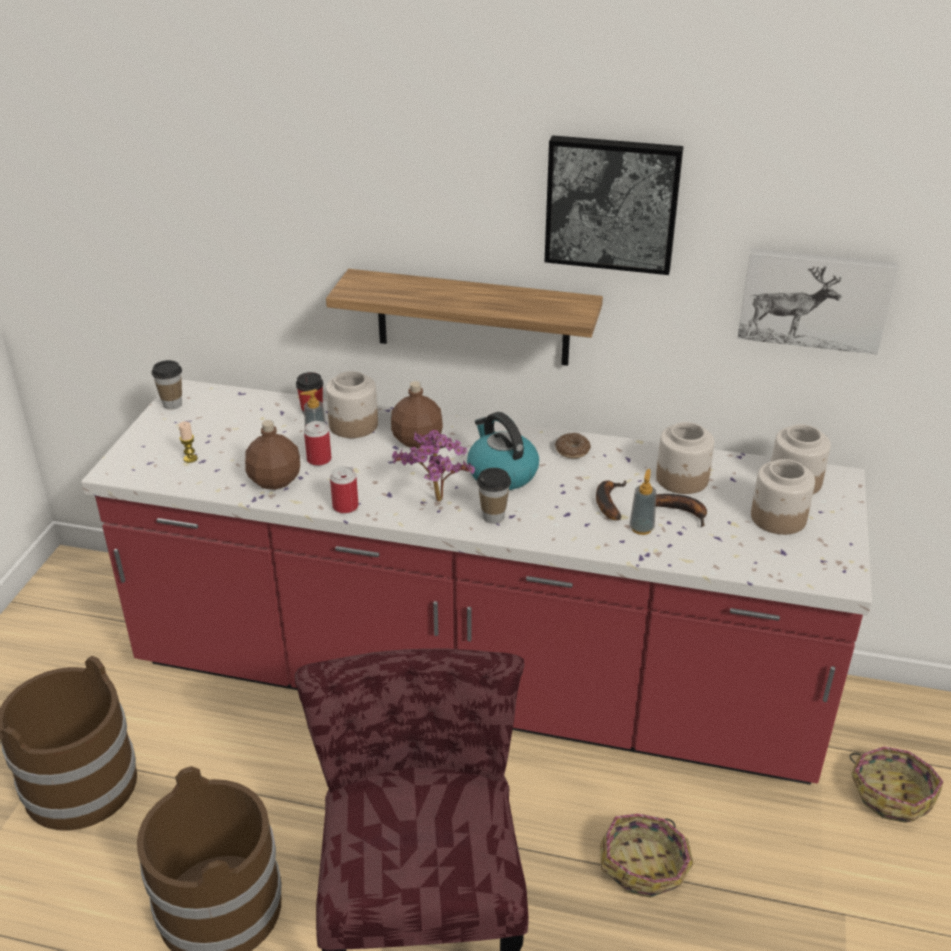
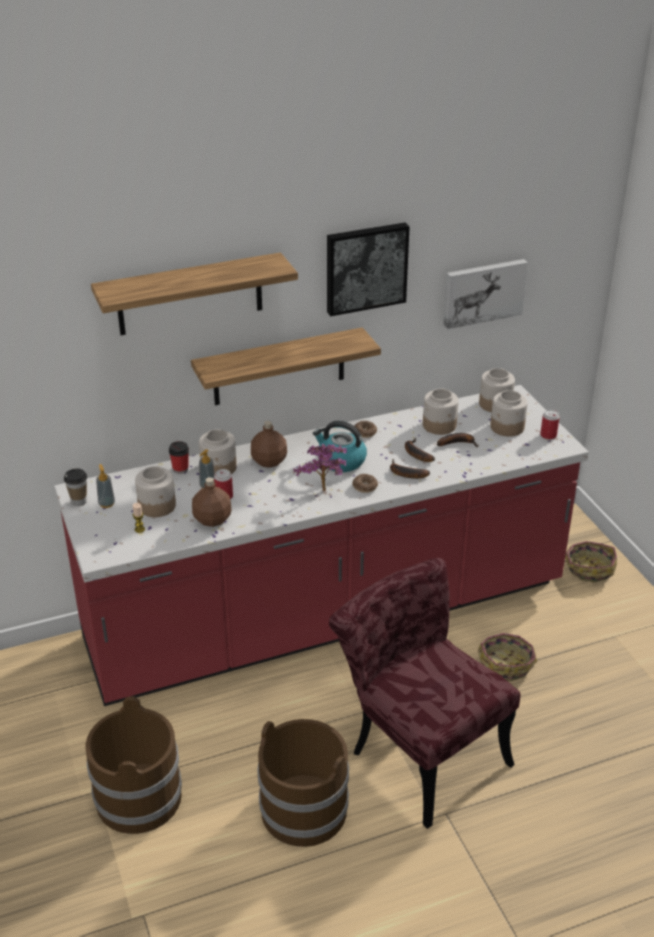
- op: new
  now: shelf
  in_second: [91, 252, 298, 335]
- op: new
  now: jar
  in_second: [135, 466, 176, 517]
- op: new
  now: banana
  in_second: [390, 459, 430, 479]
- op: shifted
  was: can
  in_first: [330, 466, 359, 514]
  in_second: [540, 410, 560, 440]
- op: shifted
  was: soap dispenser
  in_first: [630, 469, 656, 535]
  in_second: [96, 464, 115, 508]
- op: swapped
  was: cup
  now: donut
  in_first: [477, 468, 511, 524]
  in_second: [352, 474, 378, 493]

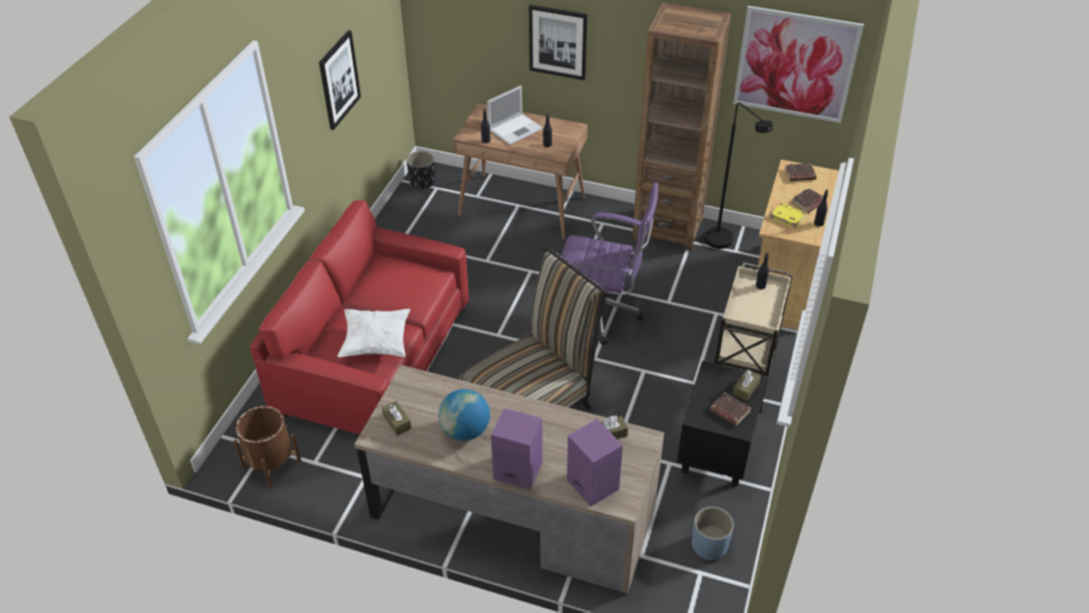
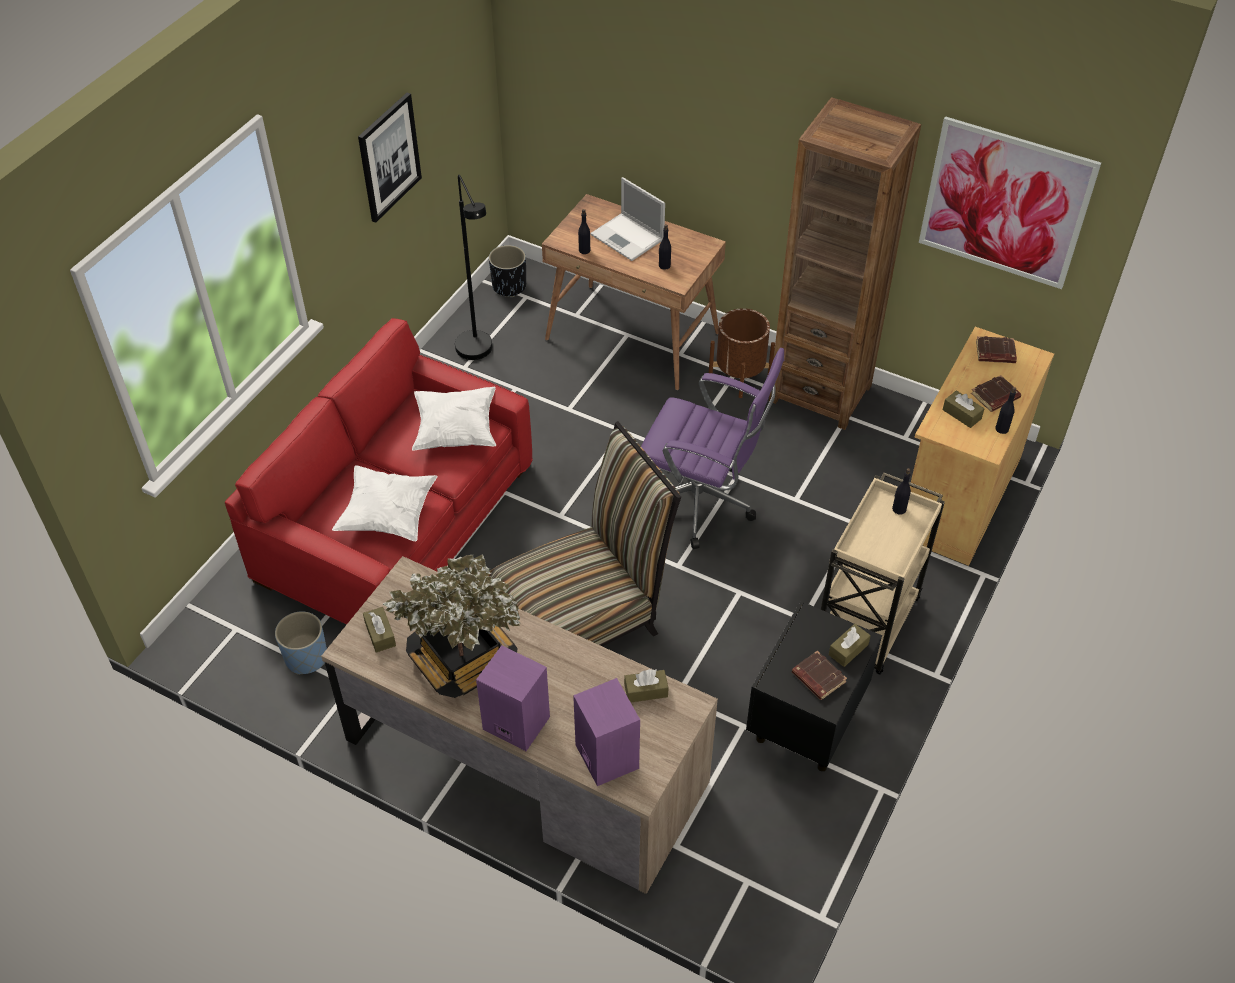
- op: gone
  was: picture
  in_first: [529, 5, 588, 80]
- op: new
  now: white pillow
  in_second: [412, 387, 496, 451]
- op: shifted
  was: brown planter
  in_first: [233, 406, 301, 488]
  in_second: [709, 308, 775, 398]
- op: shifted
  was: blue planter
  in_first: [692, 507, 734, 561]
  in_second: [275, 611, 327, 675]
- op: shifted
  was: black floor lamp
  in_first: [705, 103, 773, 249]
  in_second: [455, 175, 492, 360]
- op: swapped
  was: globe
  now: potted plant
  in_first: [438, 389, 490, 441]
  in_second: [382, 554, 520, 698]
- op: swapped
  was: yellow book
  now: brown tissue box
  in_first: [770, 203, 806, 228]
  in_second: [943, 390, 985, 428]
- op: rotated
  was: laptop
  in_first: [487, 86, 543, 145]
  in_second: [590, 177, 665, 261]
  clockwise: 75

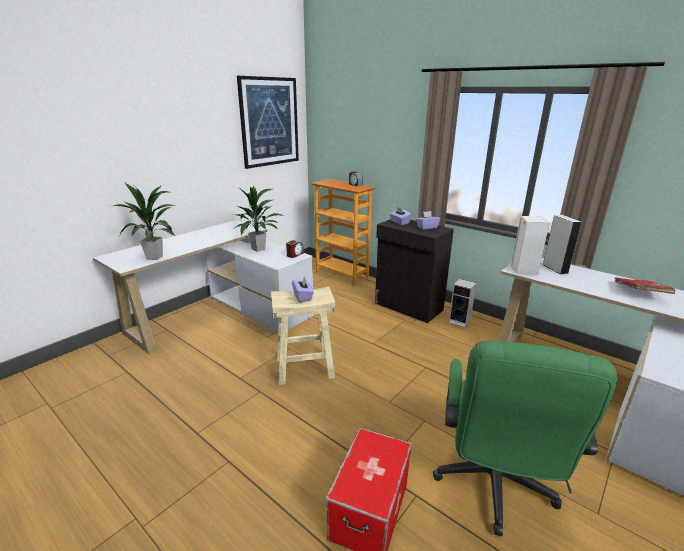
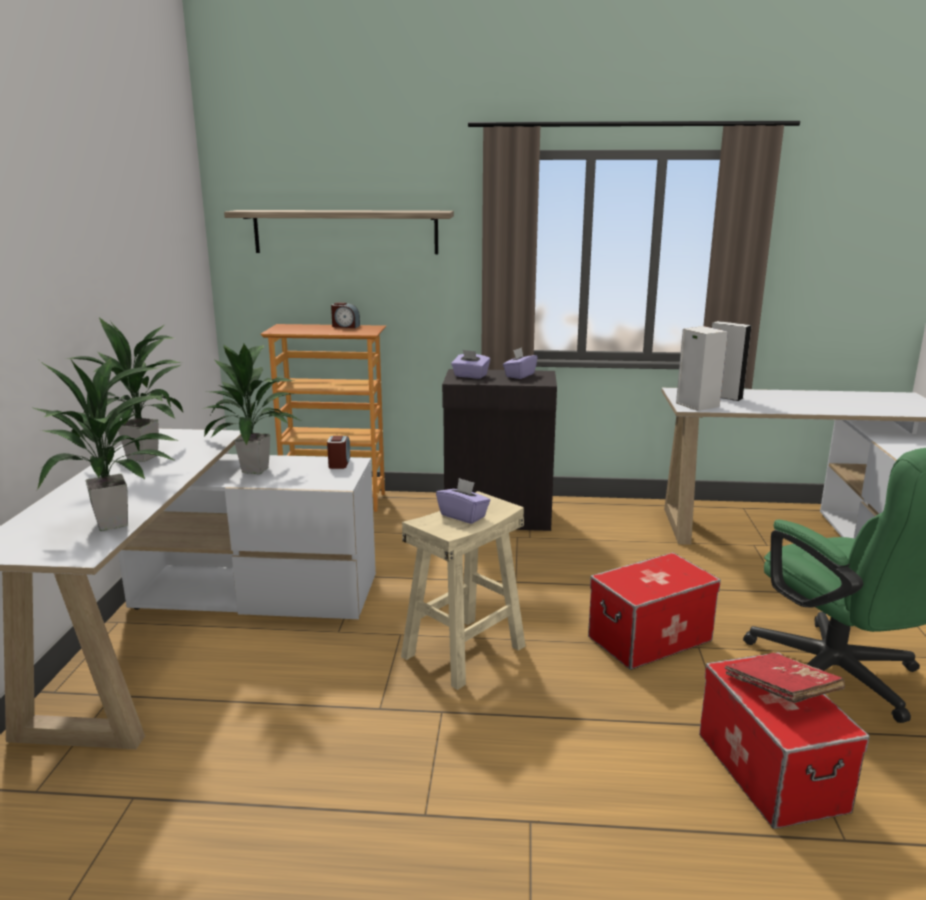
- op: gone
  was: picture
  in_first: [237, 76, 299, 169]
- op: gone
  was: speaker
  in_first: [448, 279, 476, 328]
- op: new
  now: potted plant
  in_second: [67, 317, 184, 462]
- op: new
  now: shelf
  in_second: [224, 210, 454, 254]
- op: new
  now: storage box
  in_second: [588, 553, 721, 670]
- op: shifted
  was: red book
  in_first: [615, 277, 675, 294]
  in_second: [725, 653, 845, 703]

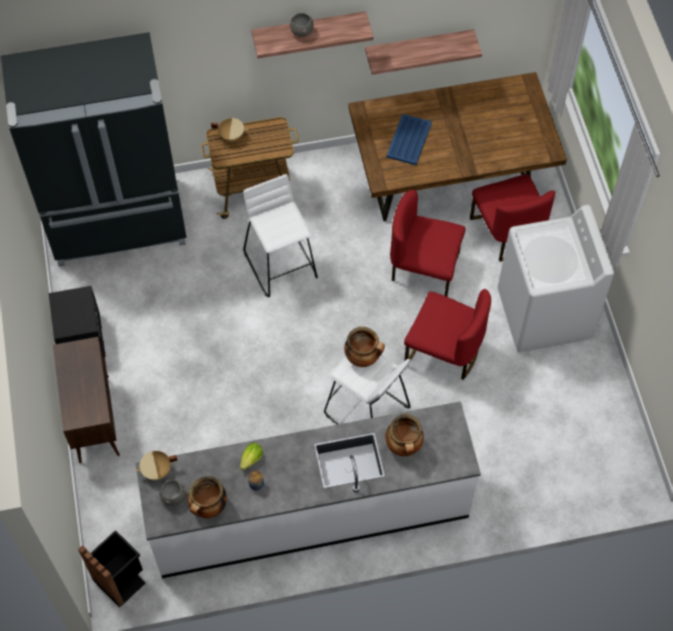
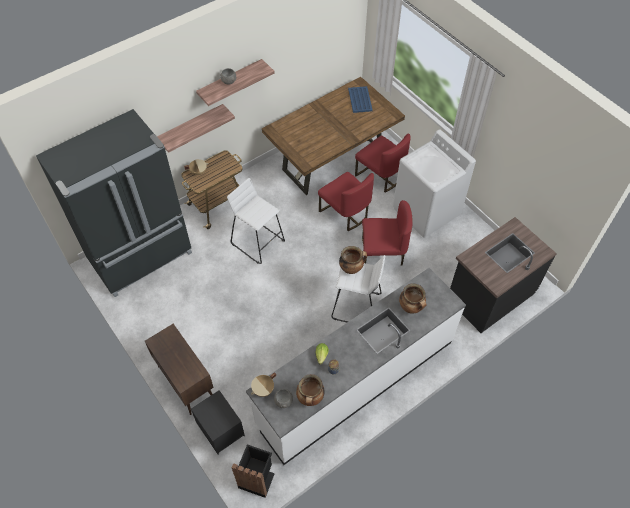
- op: new
  now: black counter
  in_second: [450, 217, 557, 333]
- op: shifted
  was: black nightstand
  in_first: [49, 286, 106, 357]
  in_second: [191, 390, 245, 454]
- op: shifted
  was: shelf
  in_first: [365, 29, 482, 75]
  in_second: [157, 104, 235, 153]
- op: shifted
  was: blue tray
  in_first: [386, 114, 432, 165]
  in_second: [348, 86, 373, 113]
- op: rotated
  was: red chair
  in_first: [390, 190, 465, 297]
  in_second: [318, 172, 374, 231]
  clockwise: -120

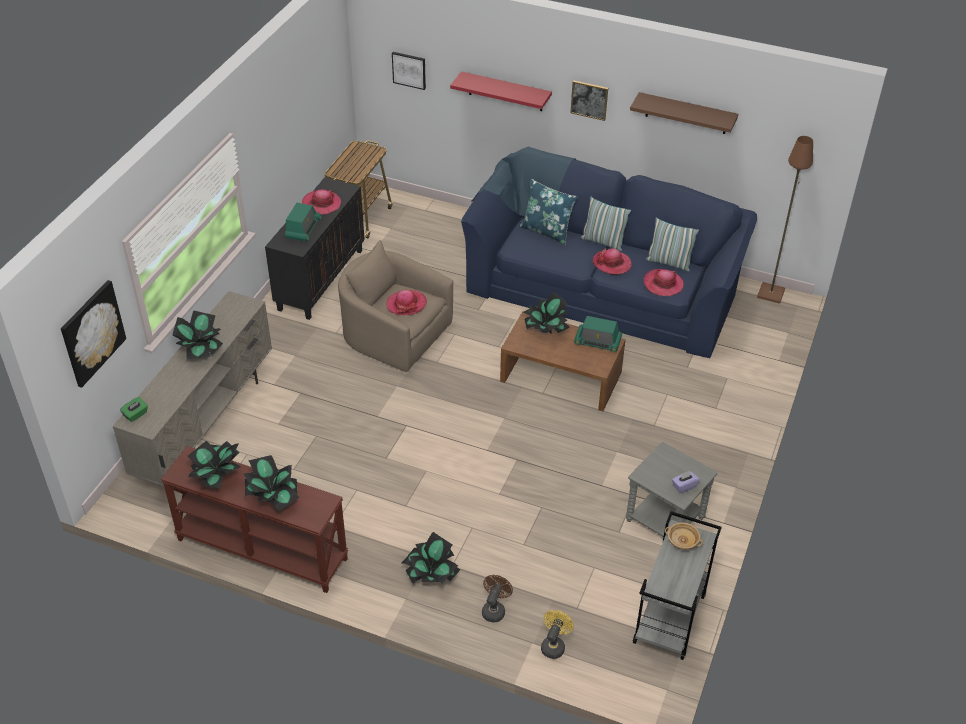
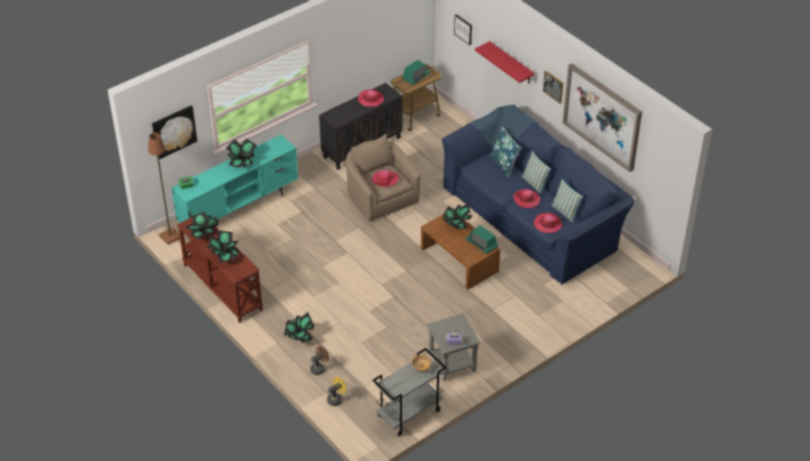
- op: shifted
  was: radio
  in_first: [285, 203, 322, 241]
  in_second: [402, 60, 431, 85]
- op: shifted
  was: brown floor lamp
  in_first: [757, 136, 813, 304]
  in_second: [148, 133, 180, 245]
- op: swapped
  was: brown shelf
  now: picture
  in_first: [630, 92, 738, 134]
  in_second: [563, 63, 642, 172]
- op: repainted
  was: beige tv stand
  now: turquoise tv stand
  in_first: [113, 291, 272, 486]
  in_second: [171, 135, 298, 223]

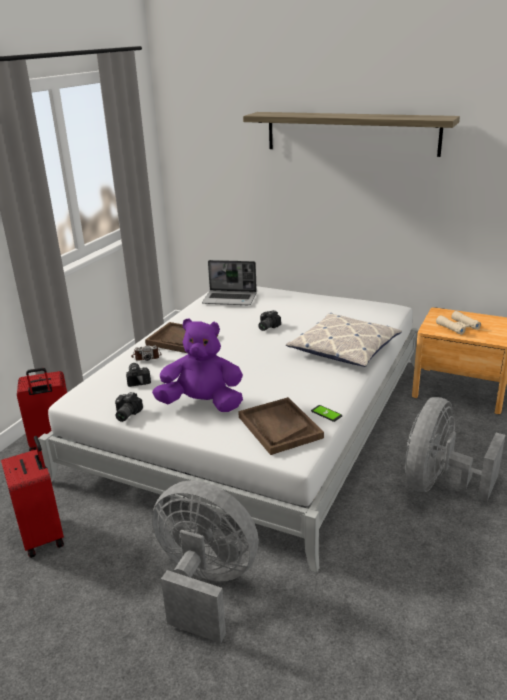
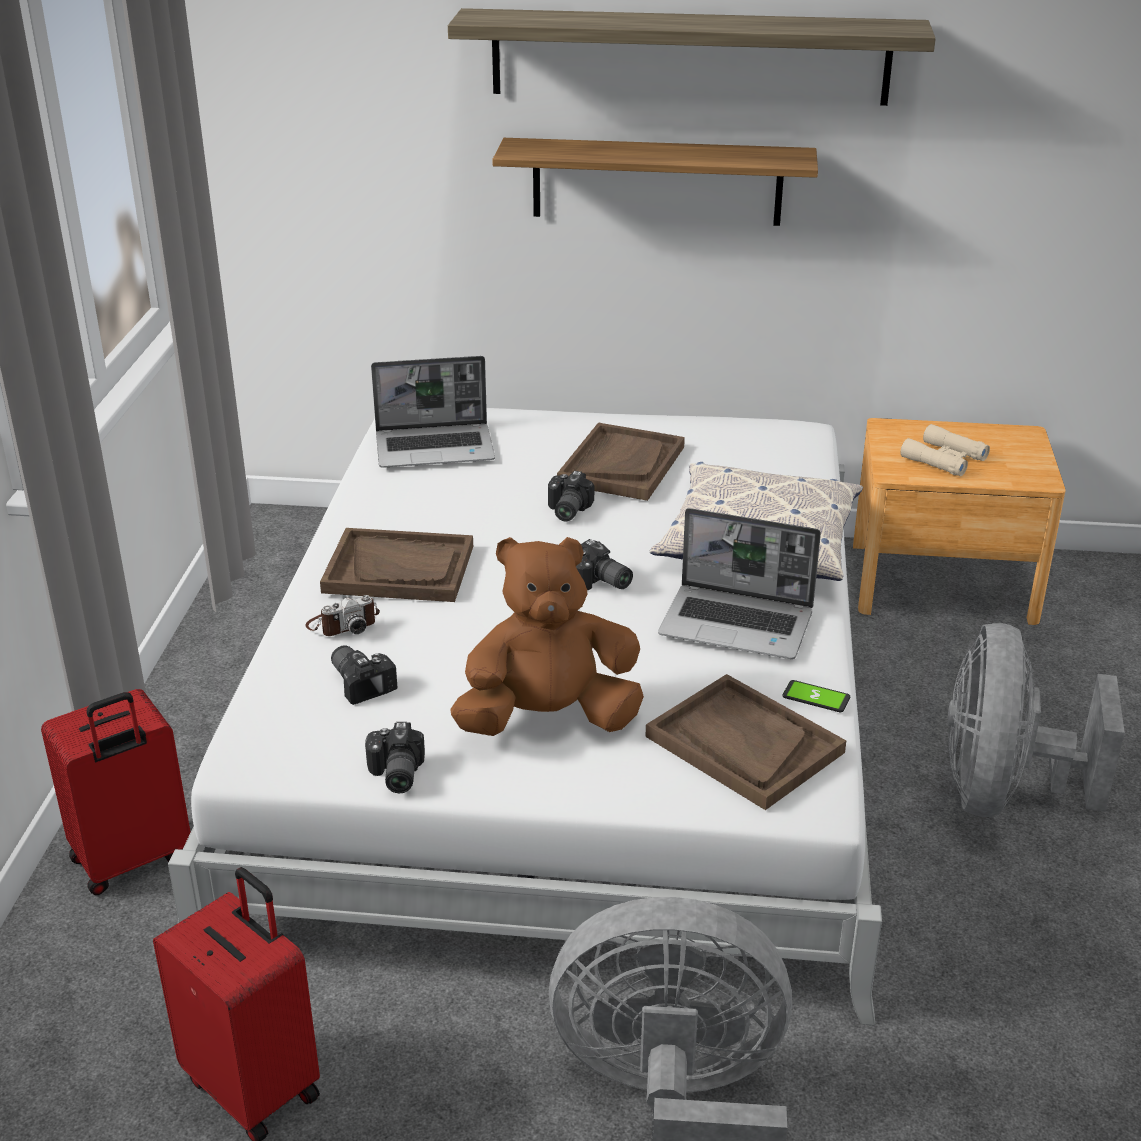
- op: new
  now: shelf
  in_second: [492, 138, 818, 226]
- op: new
  now: brown tray
  in_second: [557, 423, 685, 501]
- op: new
  now: photo camera
  in_second: [576, 539, 633, 590]
- op: new
  now: laptop
  in_second: [658, 508, 821, 659]
- op: repainted
  was: purple plush toy
  now: brown plush toy
  in_first: [152, 318, 243, 412]
  in_second: [450, 537, 644, 736]

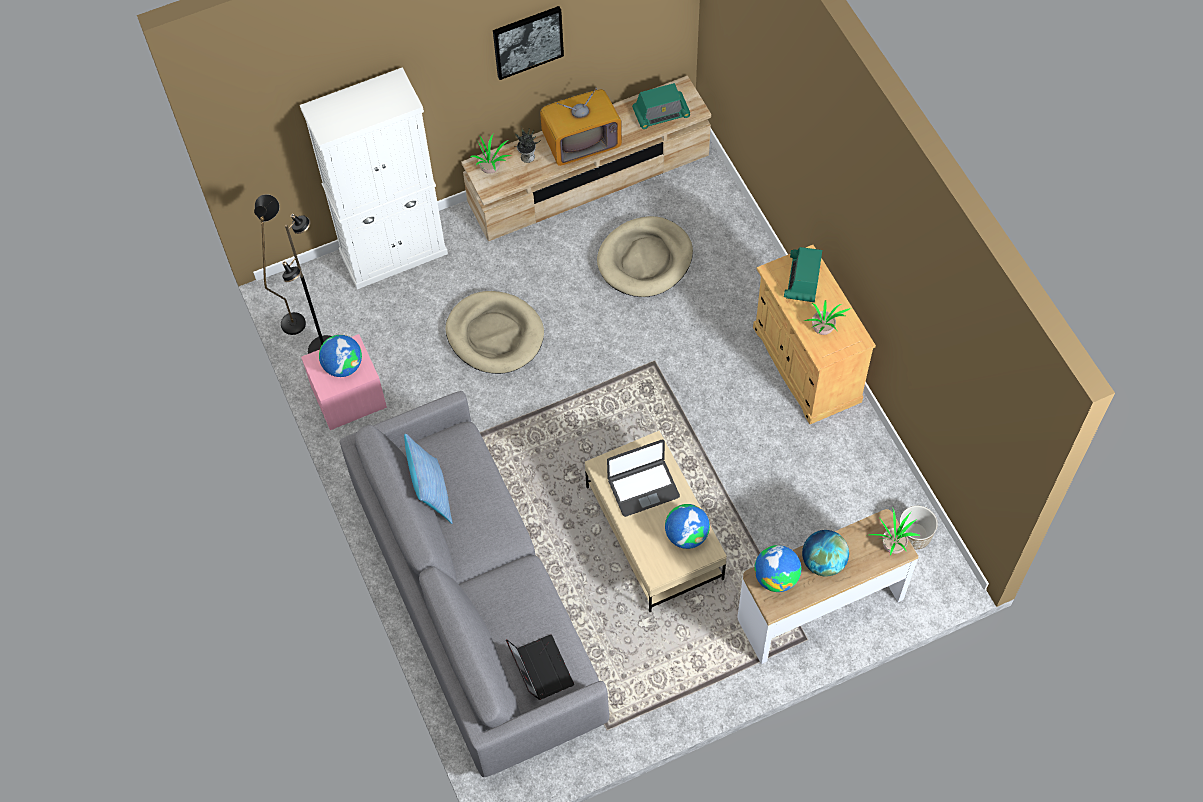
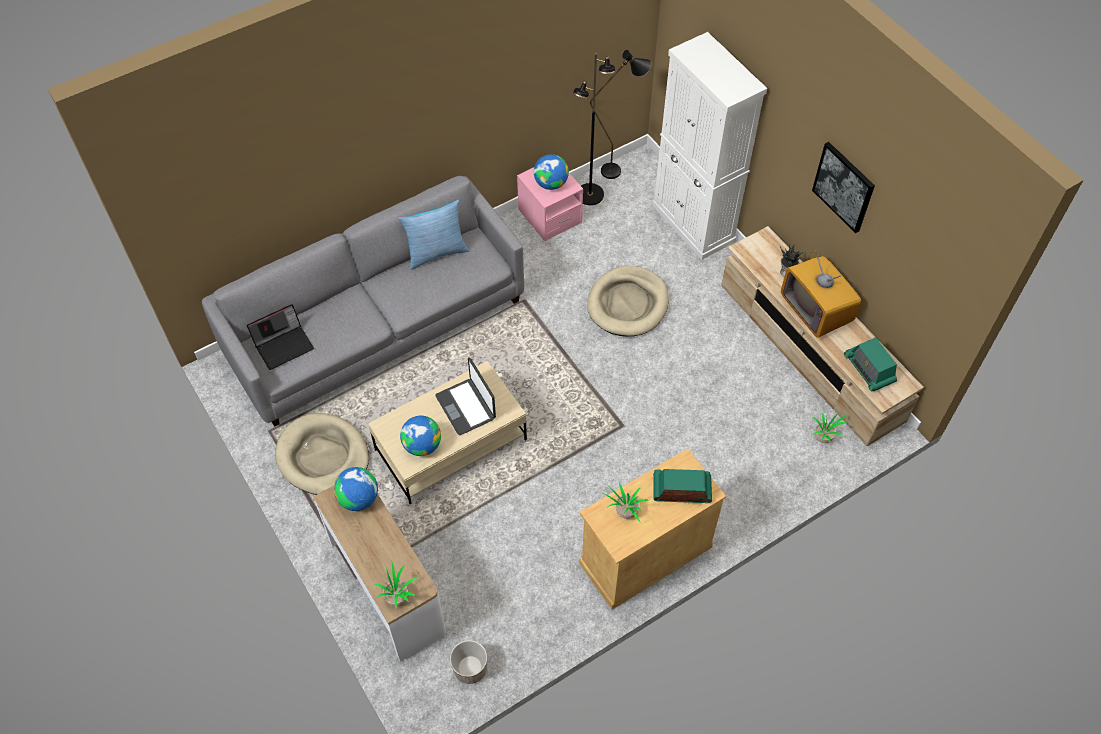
- op: gone
  was: globe
  in_first: [802, 530, 849, 577]
- op: shifted
  was: potted plant
  in_first: [470, 134, 512, 174]
  in_second: [811, 413, 846, 444]
- op: shifted
  was: beige dog bed
  in_first: [597, 216, 693, 297]
  in_second: [275, 413, 369, 495]

